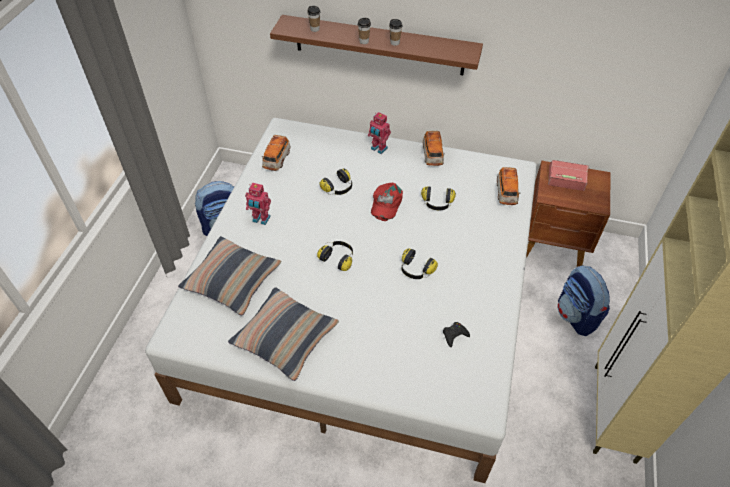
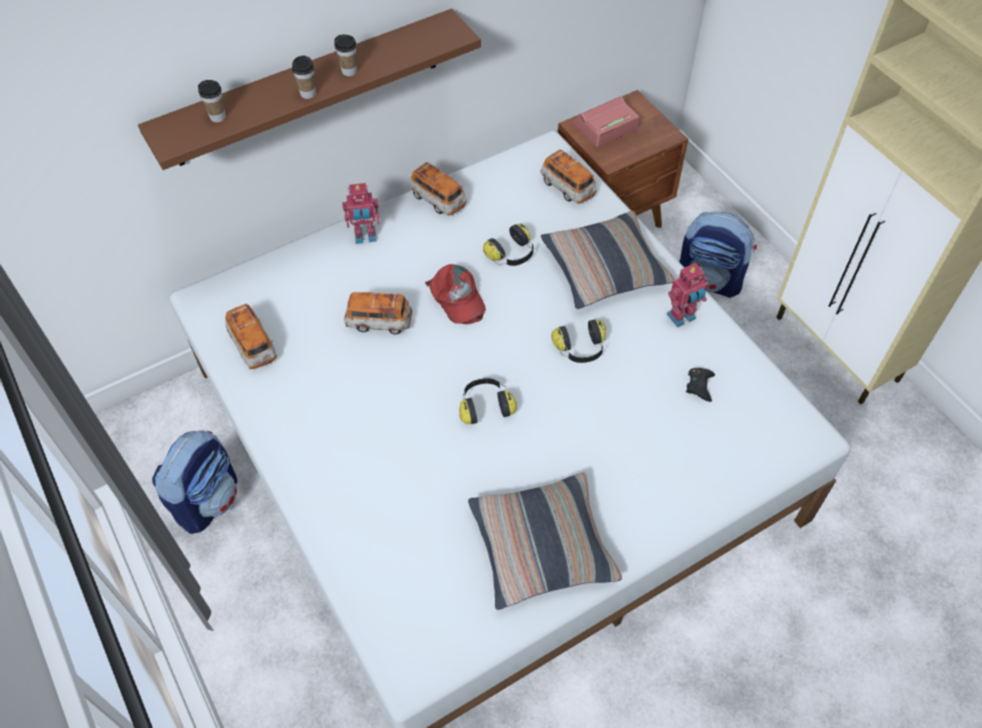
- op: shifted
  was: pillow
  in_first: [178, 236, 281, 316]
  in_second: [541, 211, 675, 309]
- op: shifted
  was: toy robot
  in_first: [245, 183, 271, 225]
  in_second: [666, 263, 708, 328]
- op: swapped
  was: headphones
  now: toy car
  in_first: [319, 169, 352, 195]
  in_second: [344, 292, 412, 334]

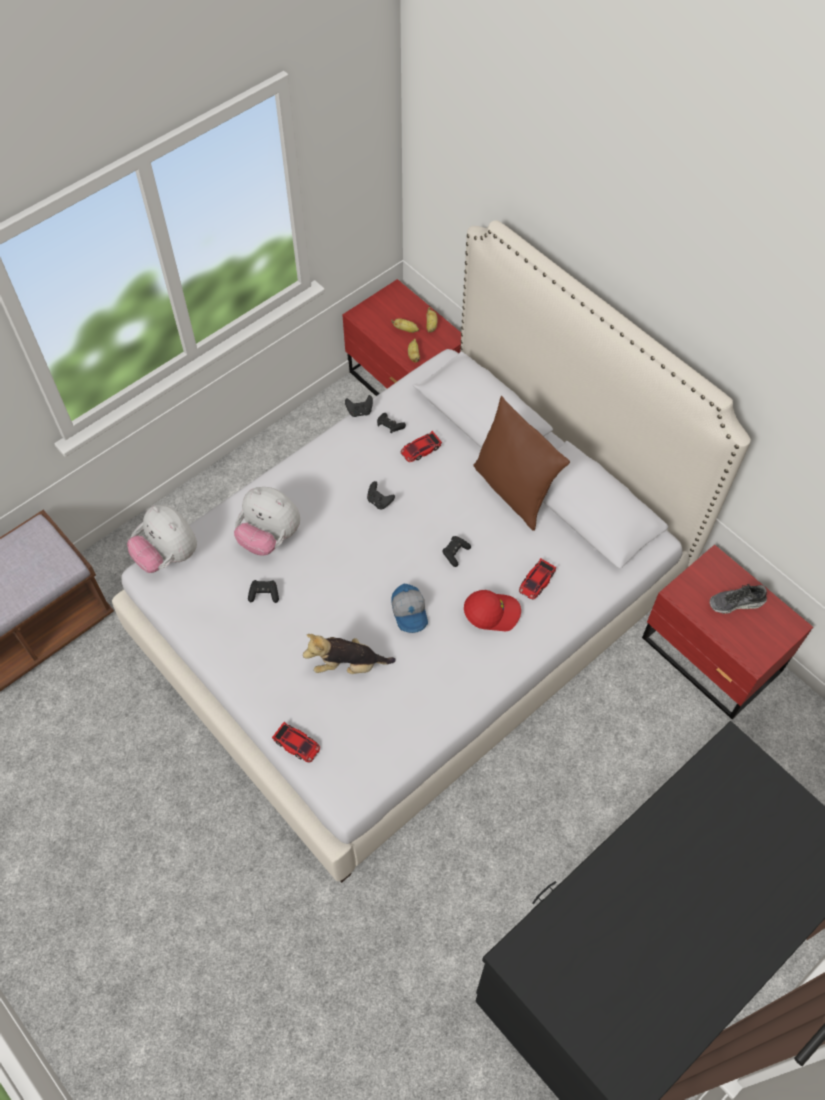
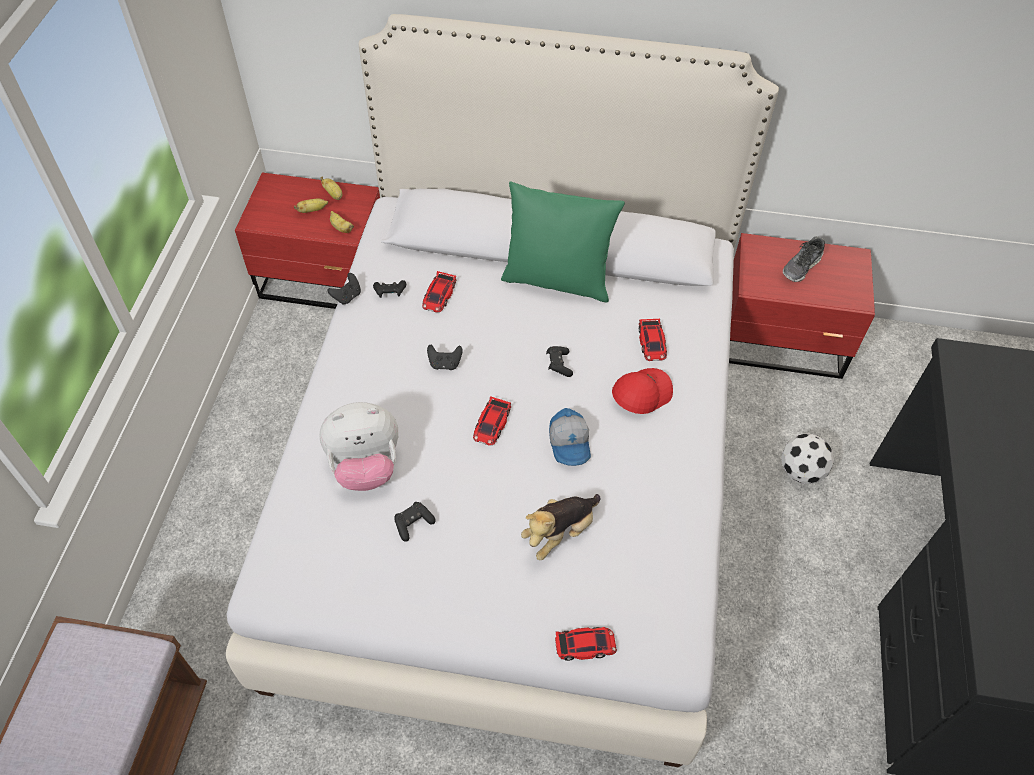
- op: gone
  was: plush toy
  in_first: [127, 505, 197, 573]
- op: new
  now: toy car
  in_second: [473, 396, 511, 445]
- op: new
  now: football
  in_second: [781, 434, 834, 484]
- op: repainted
  was: brown pillow
  now: green pillow
  in_first: [474, 396, 570, 531]
  in_second: [501, 181, 625, 303]
- op: rotated
  was: cap
  in_first: [392, 584, 428, 633]
  in_second: [549, 408, 591, 466]
  clockwise: 45

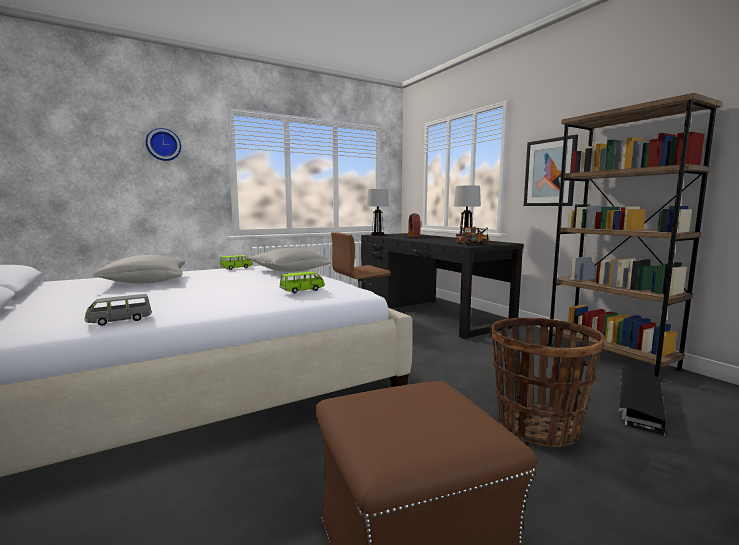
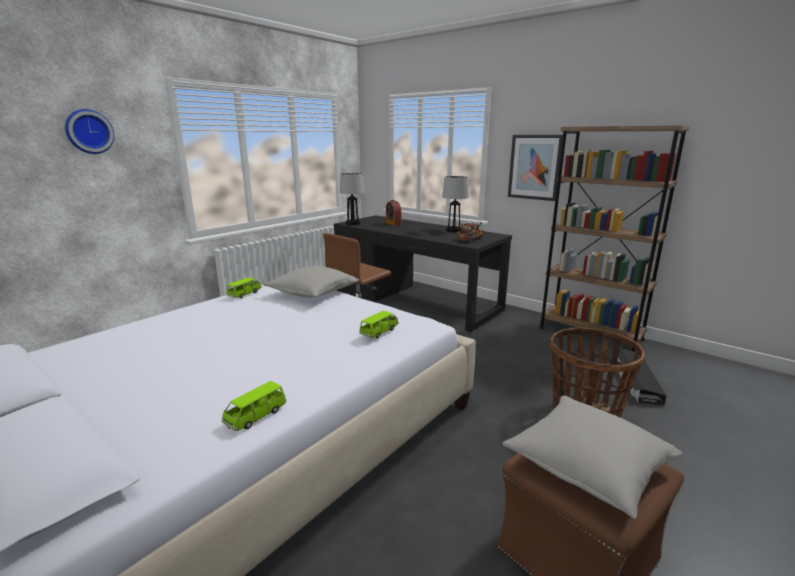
- op: shifted
  was: grey pillow
  in_first: [92, 255, 185, 283]
  in_second: [502, 396, 683, 519]
- op: repainted
  was: grey toy car
  now: green toy car
  in_first: [85, 294, 152, 326]
  in_second: [222, 381, 286, 431]

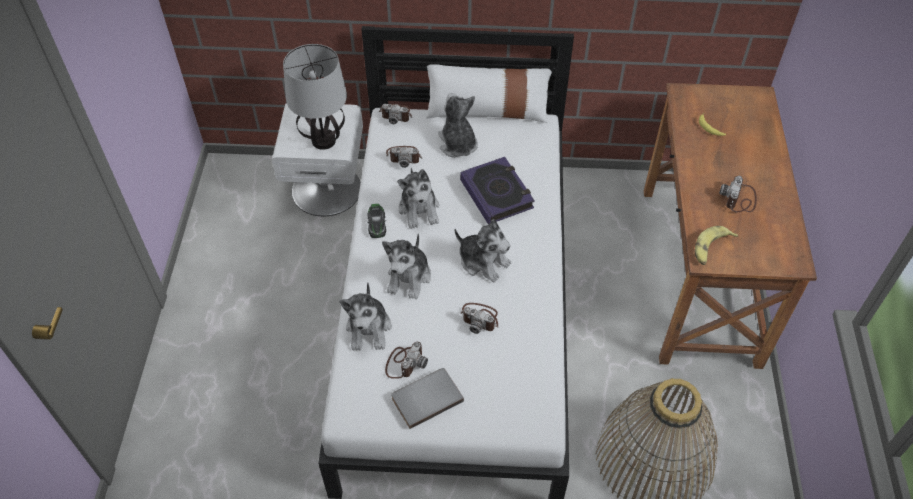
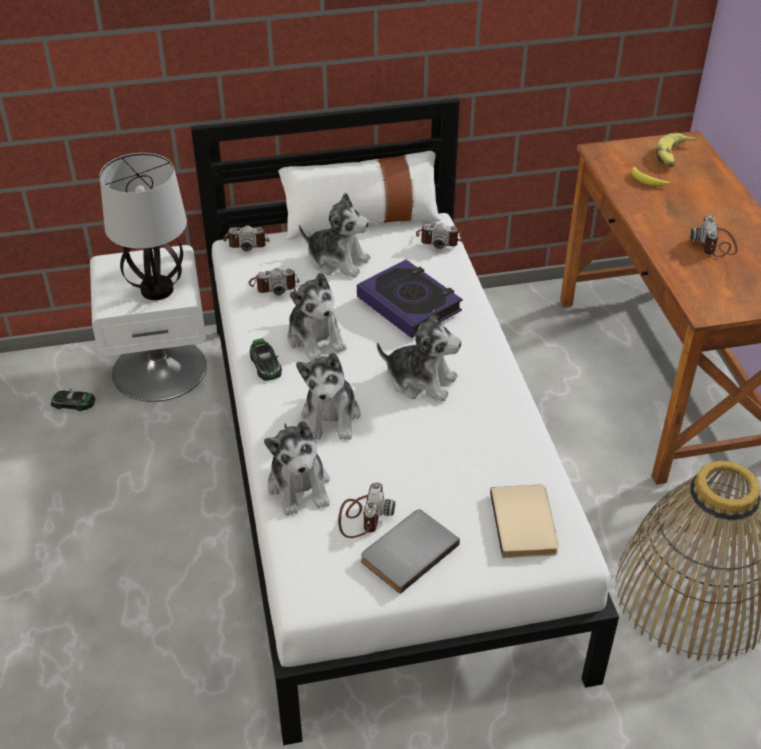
- op: new
  now: toy car
  in_second: [51, 389, 95, 411]
- op: new
  now: beige book
  in_second: [490, 485, 559, 558]
- op: shifted
  was: photo camera
  in_first: [460, 303, 498, 334]
  in_second: [416, 223, 462, 249]
- op: shifted
  was: banana
  in_first: [695, 226, 738, 265]
  in_second: [656, 133, 696, 167]
- op: rotated
  was: plush toy
  in_first: [438, 93, 478, 158]
  in_second: [299, 193, 371, 277]
  clockwise: 150

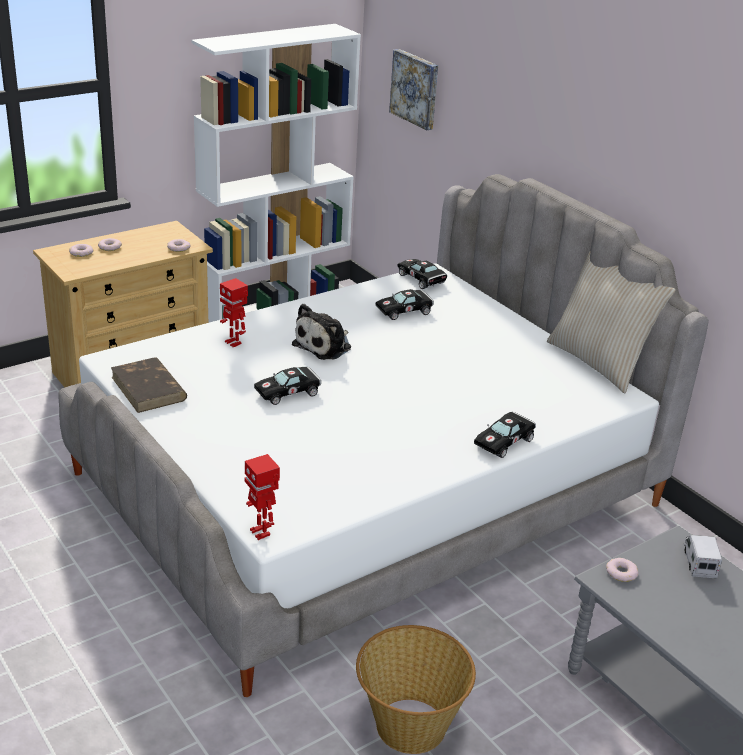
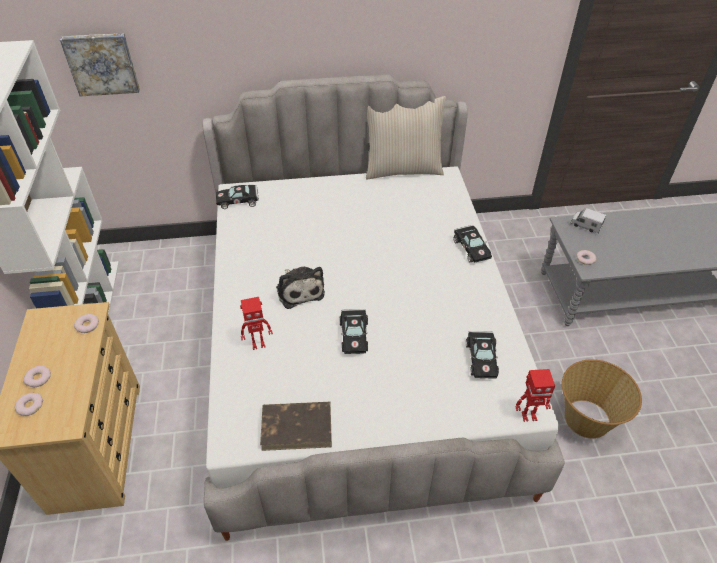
- op: shifted
  was: black toy car
  in_first: [376, 289, 434, 320]
  in_second: [466, 331, 499, 378]

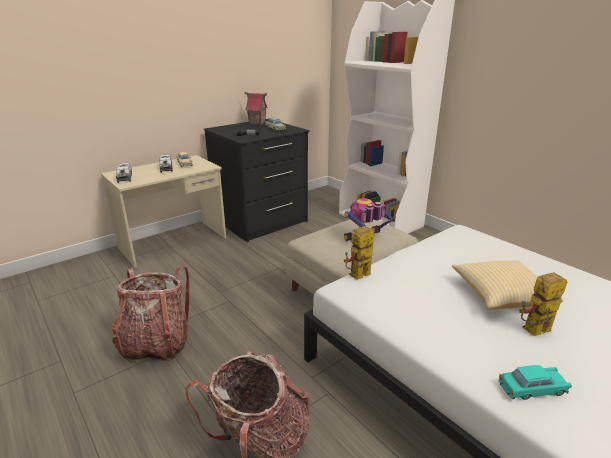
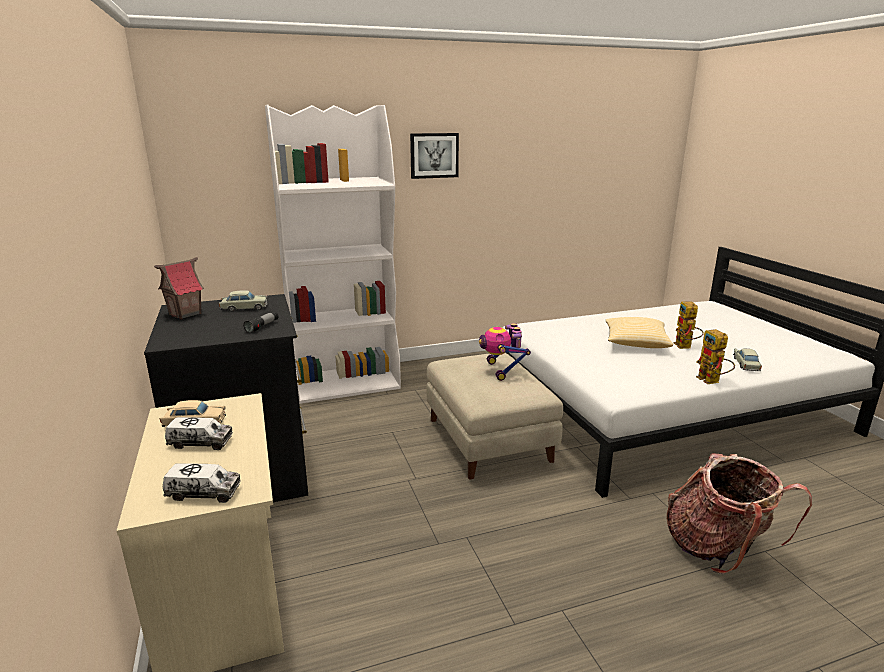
- op: gone
  was: backpack
  in_first: [112, 265, 189, 362]
- op: new
  now: picture
  in_second: [410, 133, 459, 179]
- op: shifted
  was: toy robot
  in_first: [344, 226, 375, 280]
  in_second: [696, 329, 735, 384]
- op: repainted
  was: turquoise toy car
  now: beige toy car
  in_first: [499, 365, 572, 400]
  in_second: [733, 348, 762, 371]

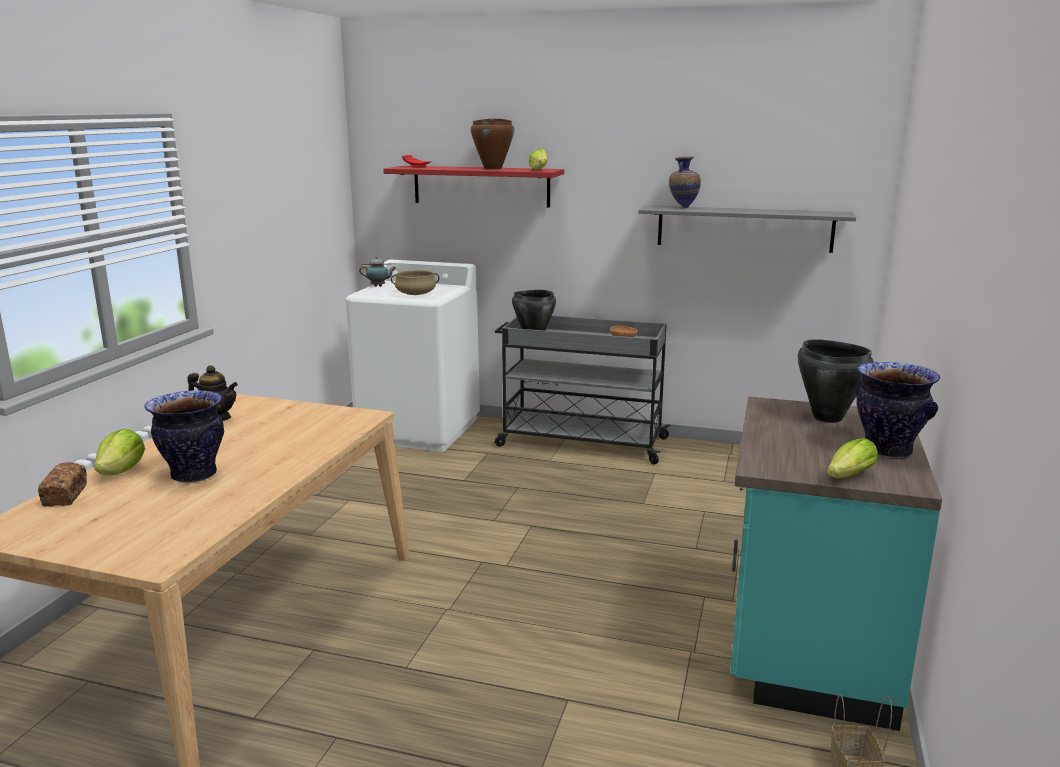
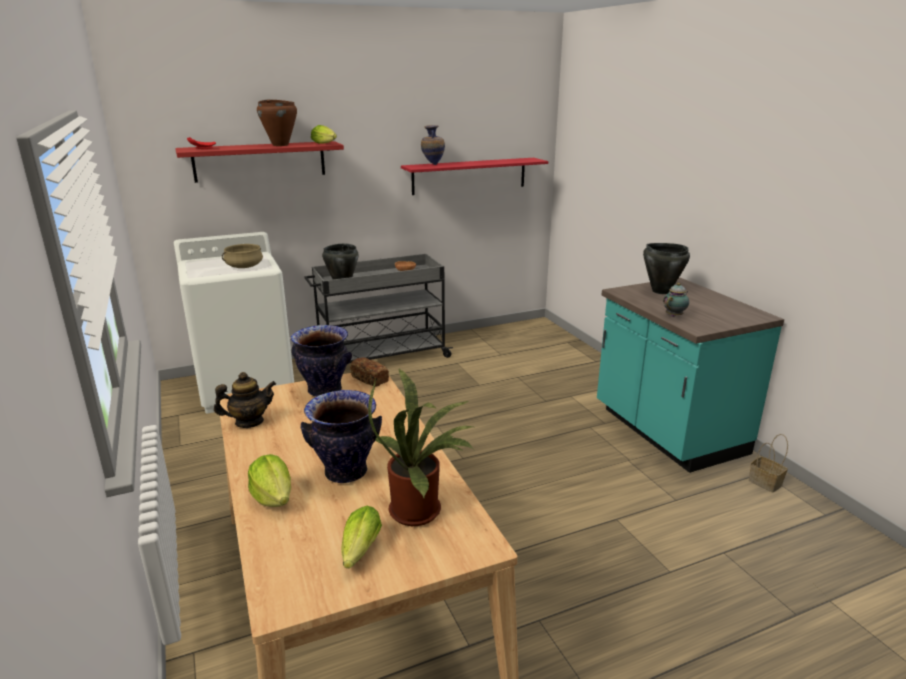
- op: new
  now: potted plant
  in_second: [368, 369, 476, 526]
- op: shifted
  was: bread
  in_first: [38, 462, 87, 507]
  in_second: [350, 357, 389, 387]
- op: shifted
  was: teapot
  in_first: [359, 256, 396, 287]
  in_second: [663, 283, 689, 317]
- op: shifted
  was: lettuce
  in_first: [827, 438, 878, 478]
  in_second: [341, 506, 382, 569]
- op: shifted
  was: vase
  in_first: [855, 362, 940, 458]
  in_second: [291, 325, 352, 397]
- op: repainted
  was: grey shelf
  now: red shelf
  in_first: [638, 205, 856, 253]
  in_second: [401, 158, 548, 195]

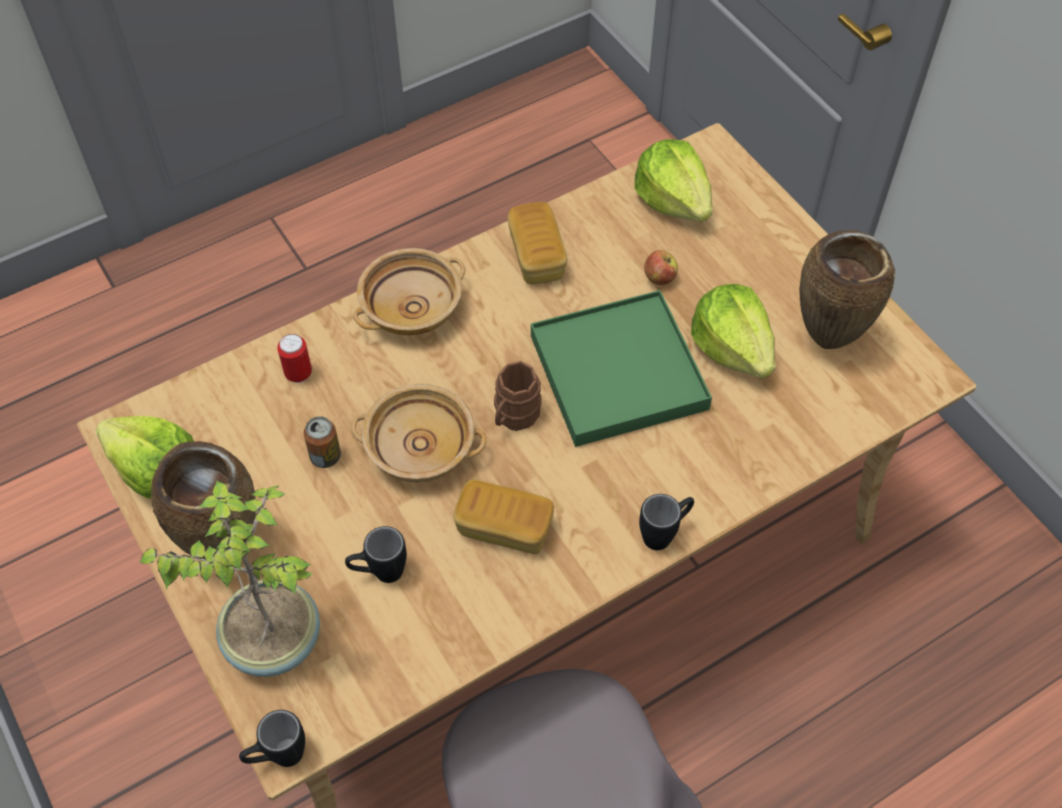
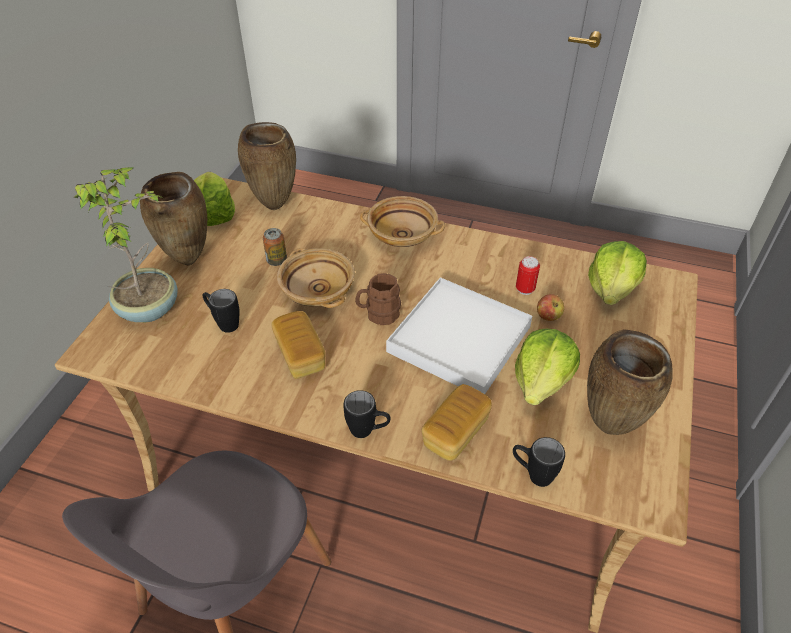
- op: new
  now: brown vase
  in_second: [238, 122, 296, 210]
- op: shifted
  was: black mug
  in_first: [239, 710, 305, 767]
  in_second: [513, 437, 565, 487]
- op: shifted
  was: can
  in_first: [277, 334, 312, 383]
  in_second: [516, 256, 540, 295]
- op: shifted
  was: bread
  in_first: [508, 202, 567, 284]
  in_second: [421, 384, 492, 461]
- op: repainted
  was: green tray
  now: white tray
  in_first: [531, 290, 712, 447]
  in_second: [386, 277, 532, 394]

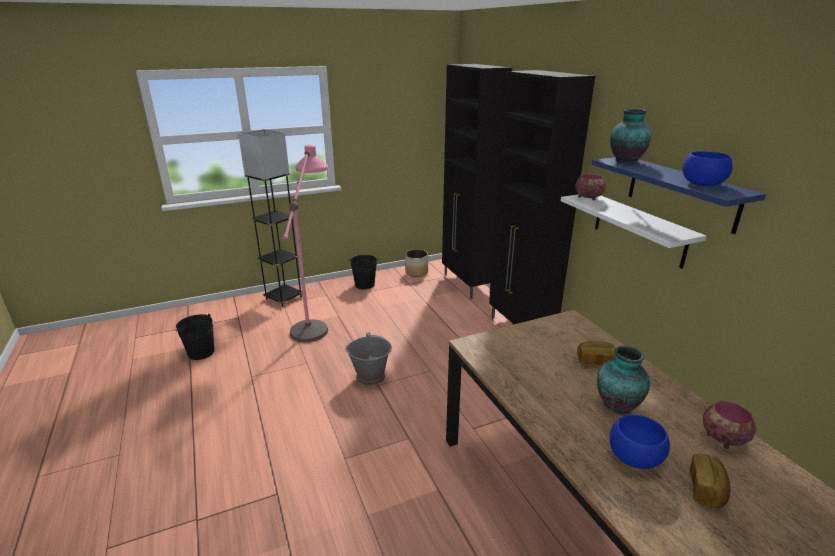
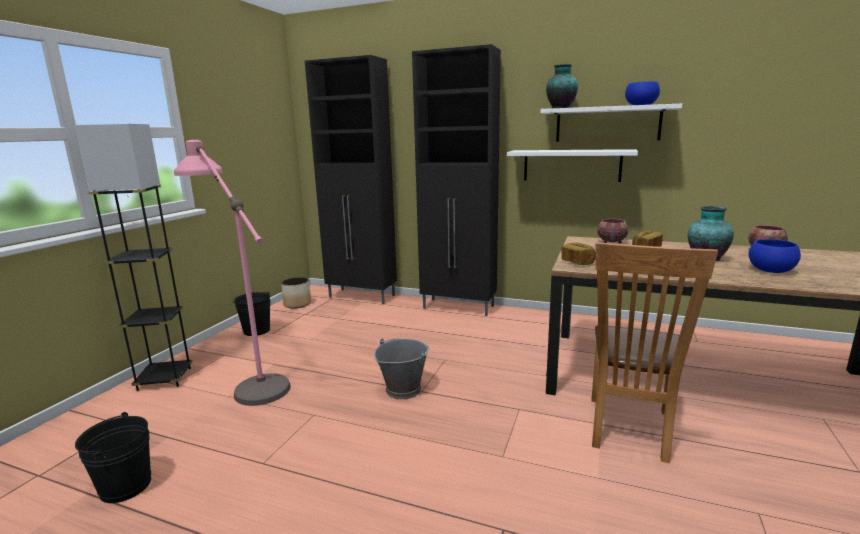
- op: new
  now: brown chair
  in_second: [591, 242, 718, 463]
- op: shifted
  was: bowl
  in_first: [575, 174, 606, 201]
  in_second: [597, 219, 628, 243]
- op: shifted
  was: bread
  in_first: [690, 454, 730, 508]
  in_second: [561, 243, 596, 265]
- op: repainted
  was: blue shelf
  now: white shelf
  in_first: [591, 157, 766, 234]
  in_second: [541, 104, 682, 142]

